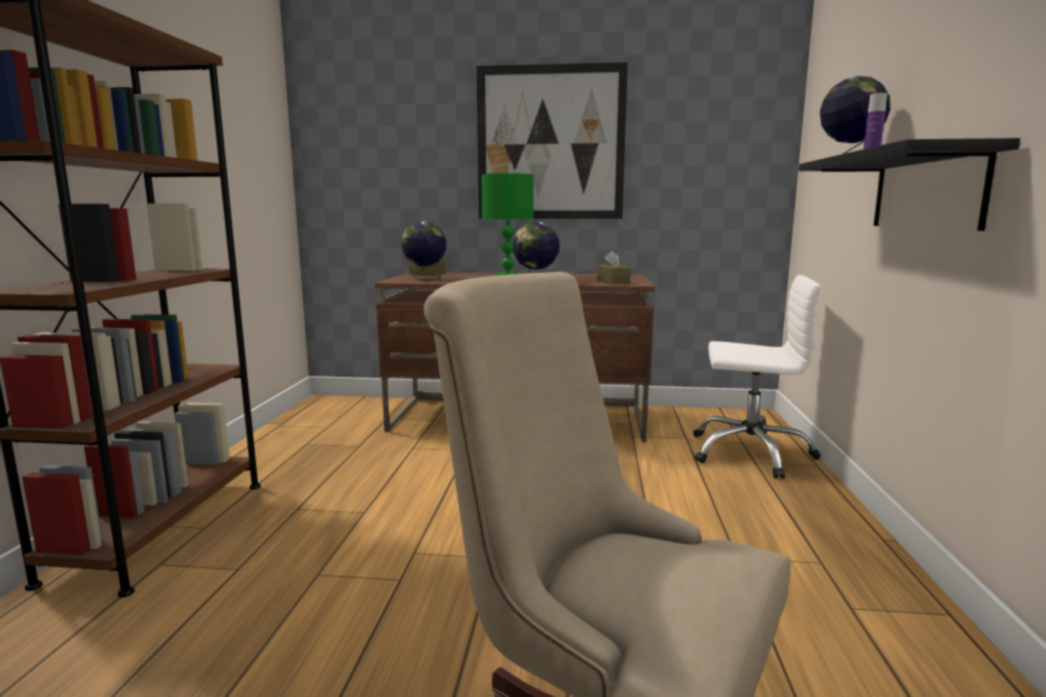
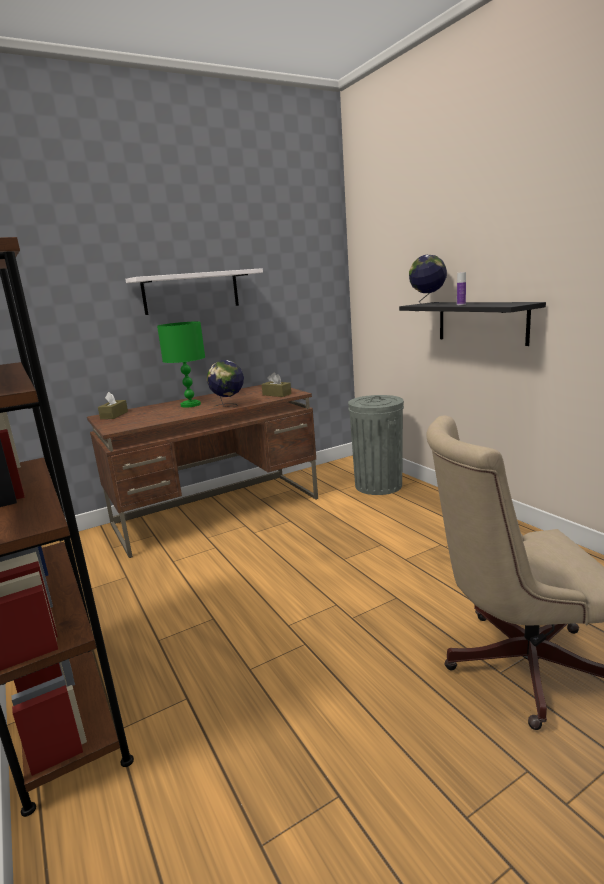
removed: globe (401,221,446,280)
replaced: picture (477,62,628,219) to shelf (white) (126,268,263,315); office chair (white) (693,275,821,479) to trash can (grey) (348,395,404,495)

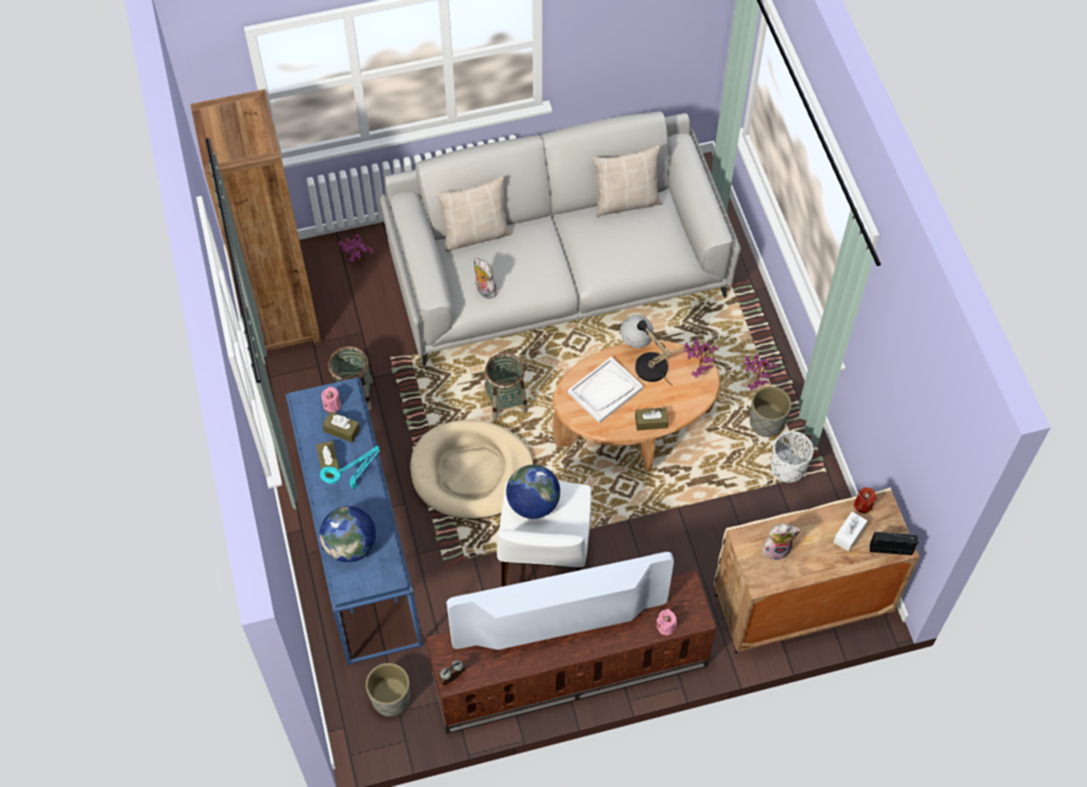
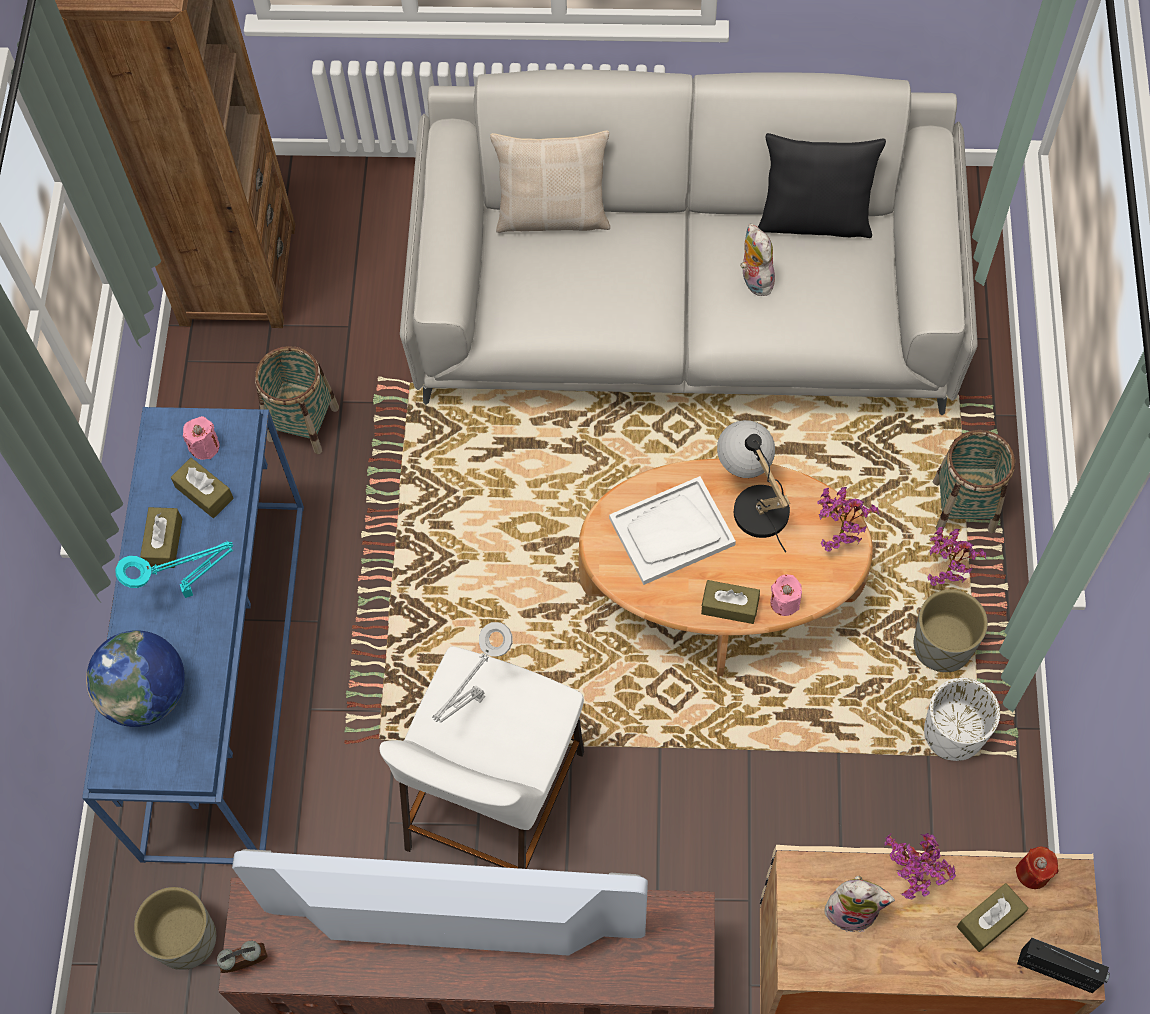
removed: dog bed (beige) (410,420,534,520)
moved: potted plant (339,234,373,261) to (884,832,956,900); plush toy (474,258,497,299) to (740,223,775,296); basket (485,353,528,420) to (933,430,1015,533); candle (pink) (657,609,677,636) to (770,575,802,616)
replaced: globe (506,465,560,519) to table lamp (grey) (432,622,513,723)
recoloured: pillow (beige) (592,146,662,217) to pillow (black) (758,133,886,238); tissue box (white) (833,512,867,551) to tissue box (brown) (957,883,1028,952)

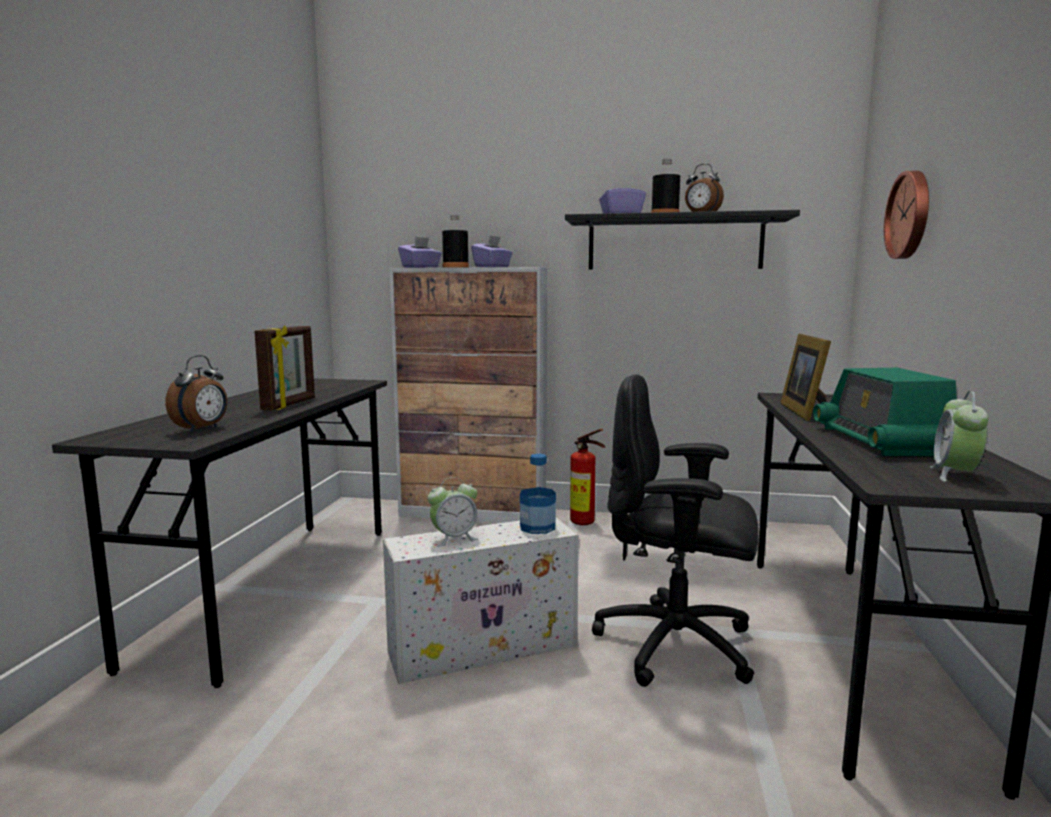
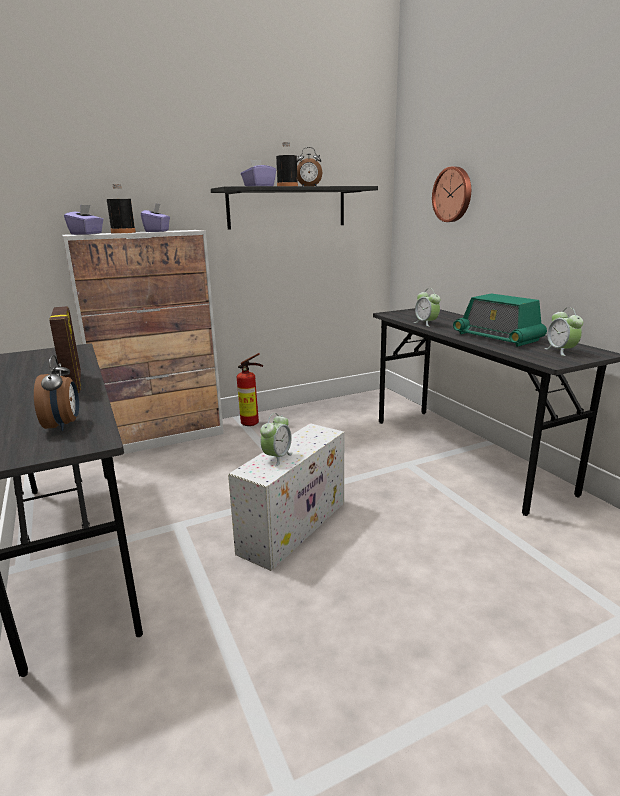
removed: bottle (520,454,556,534); office chair (black) (592,374,759,687)
replaced: picture frame (781,334,831,421) to alarm clock (414,288,441,327)

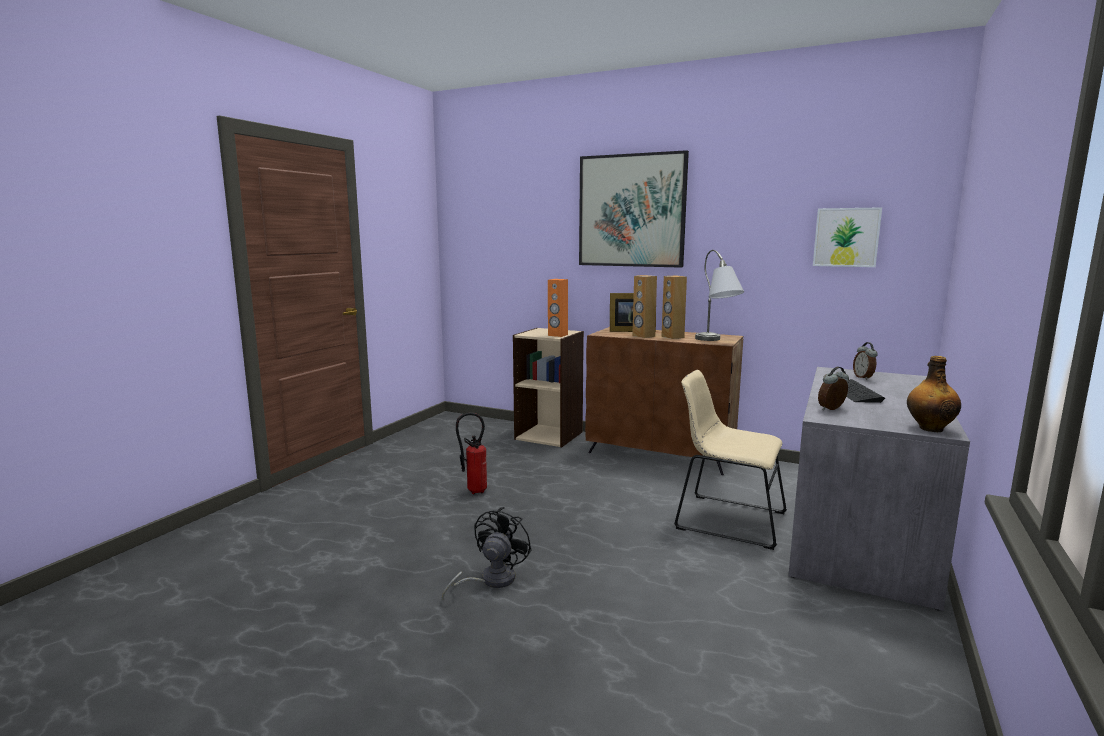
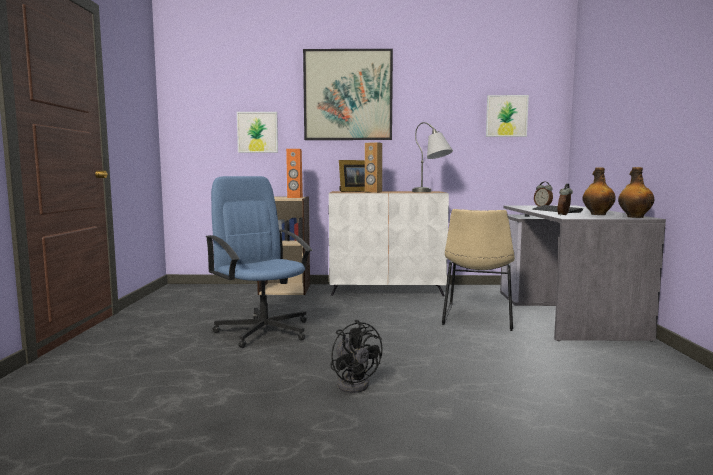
removed: speaker (brown) (661,276,687,339)
added: picture (237,112,278,153); bottle (582,167,616,215)
replaced: fire extinguisher (456,412,487,494) to office chair (blue) (205,176,312,348)
recoloured: cabinet (brown) (585,327,743,475) to cabinet (white) (328,191,449,296)
turned: fan (black) (442,507,532,600) = (330,320,383,393) 150 degrees clockwise; chair (beige) (674,370,787,550) = (442,209,515,331) 75 degrees counterclockwise

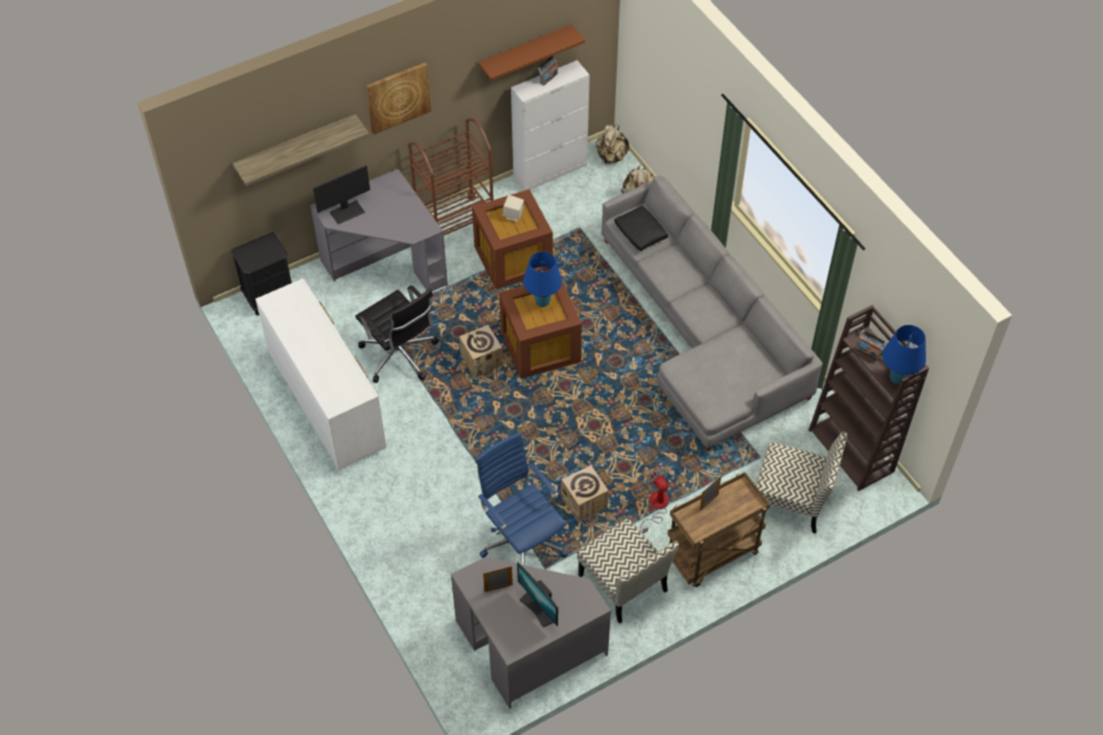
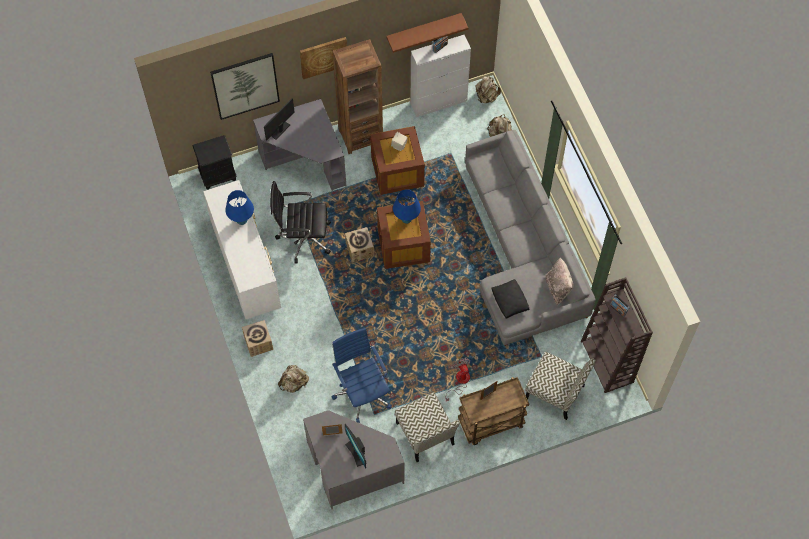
added: backpack (beige) (278,365,309,393); pillow (beige) (545,258,574,305)
moved: cardboard box (561,465,608,522) to (242,320,273,357); pillow (black) (614,206,668,251) to (491,279,529,319); table lamp (blue) (882,325,926,384) to (225,190,254,225)
replaced: shelf (233,114,370,186) to picture (210,53,280,120); cart (brown) (408,118,494,235) to bookcase (brown) (333,39,383,154)
turned: monitor (313,165,370,224) = (264,98,295,140) 150 degrees clockwise; office chair (black) (355,285,439,383) = (270,181,331,263) 120 degrees clockwise

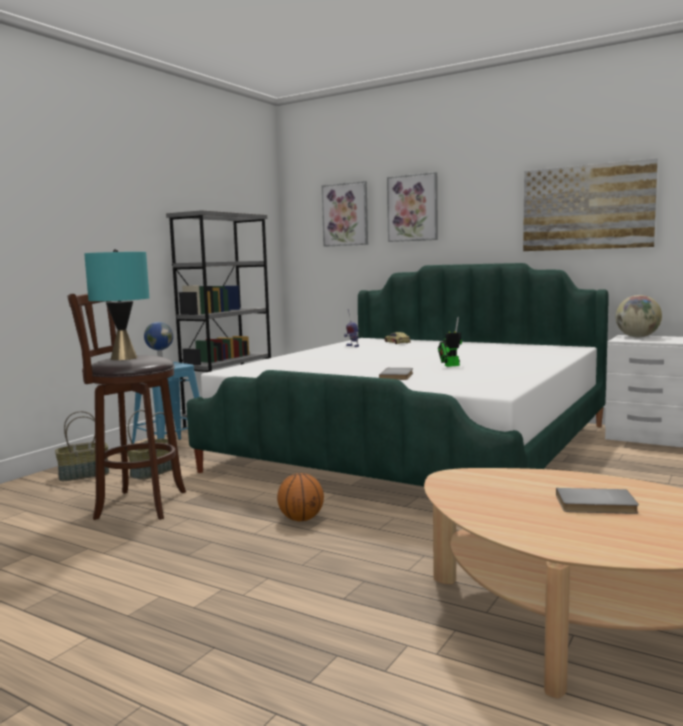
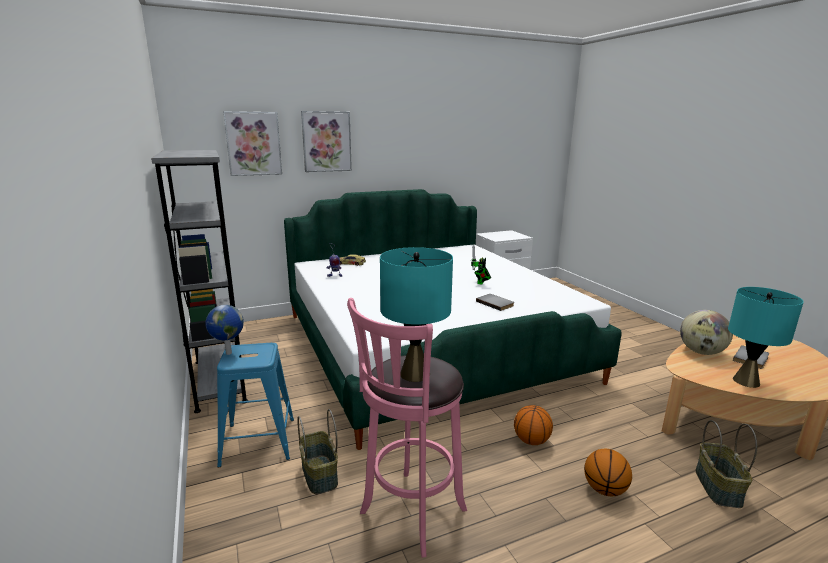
removed: picture (523,158,658,251)
added: basketball (584,449,632,496); table lamp (turquoise) (728,287,804,388)
moved: basket (55,411,109,481) to (695,420,757,508); globe (616,295,662,337) to (680,310,733,355)
recoloured: stool (brown) (67,294,186,520) to stool (pink) (347,298,467,558)

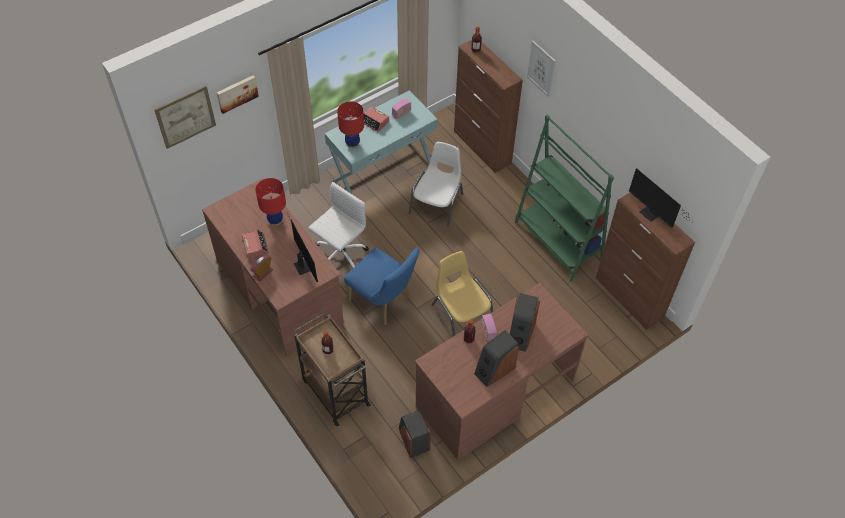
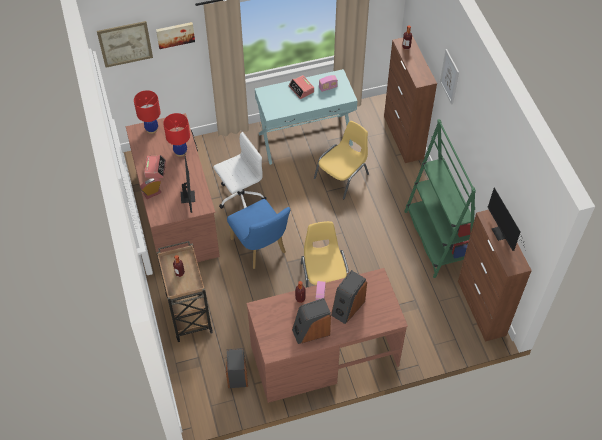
moved: table lamp (red) (337,101,364,148) to (134,90,161,134)
recoloured: chair (white) (409,142,463,227) to chair (yellow) (314,121,369,199)

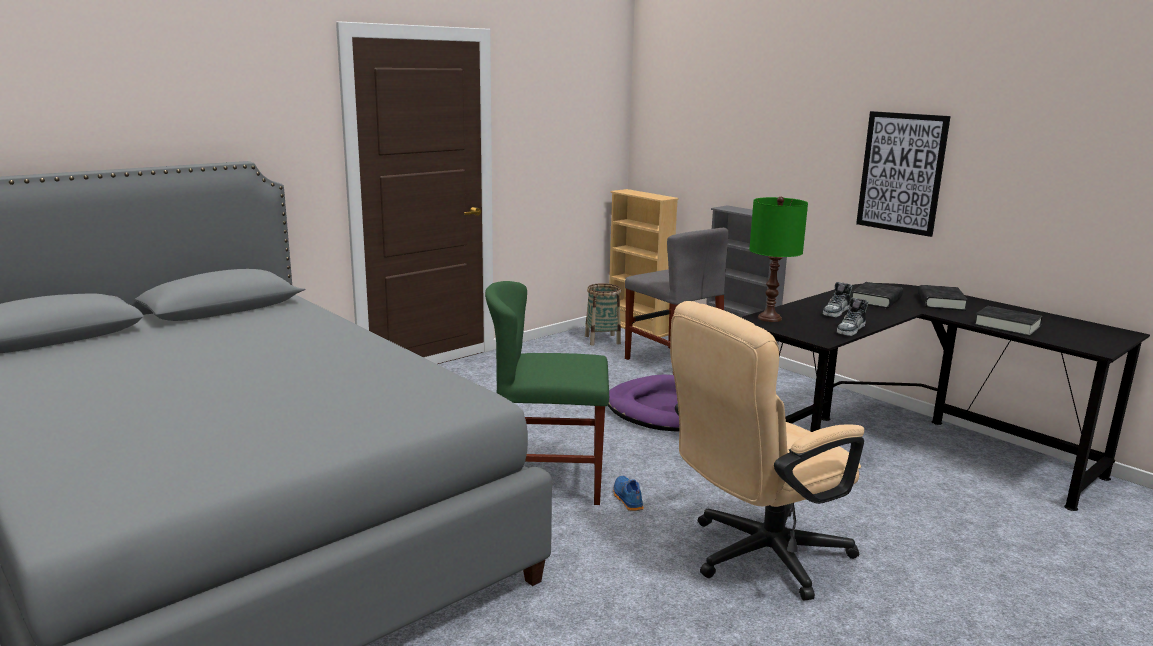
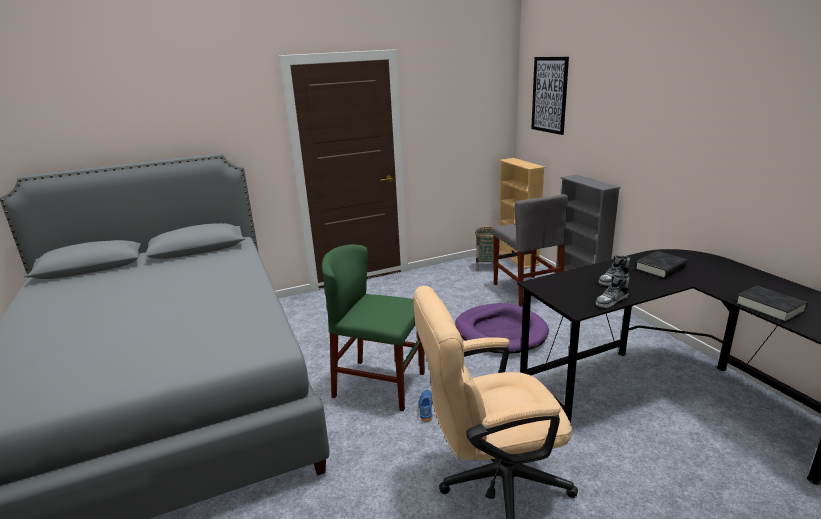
removed: table lamp (green) (749,197,808,322); book (black) (918,285,968,311)
moved: picture (856,111,951,237) to (531,57,569,135)

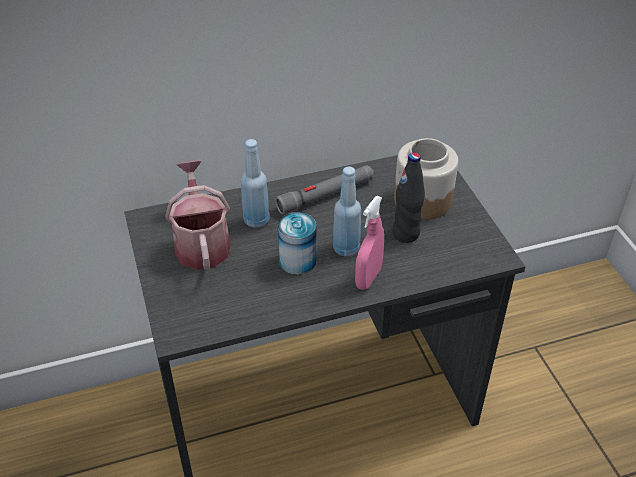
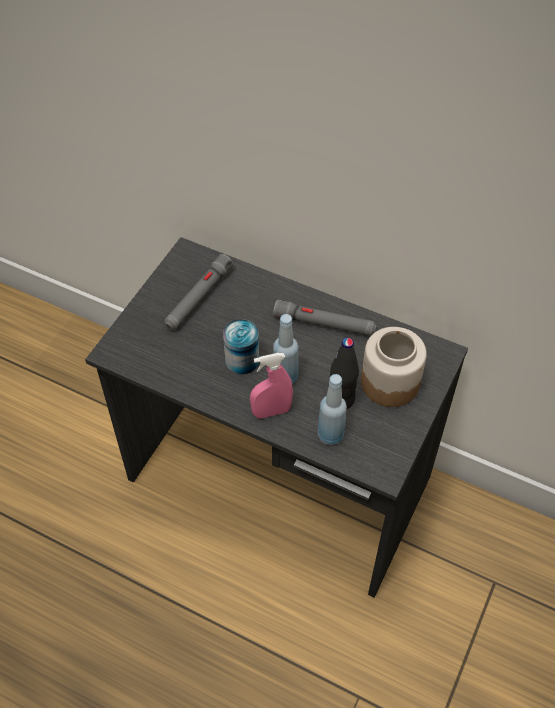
moved: bottle (blue) (241,139,269,228) to (318,374,347,445)
replaced: watering can (165,160,231,270) to flashlight (grey) (164,254,233,330)

